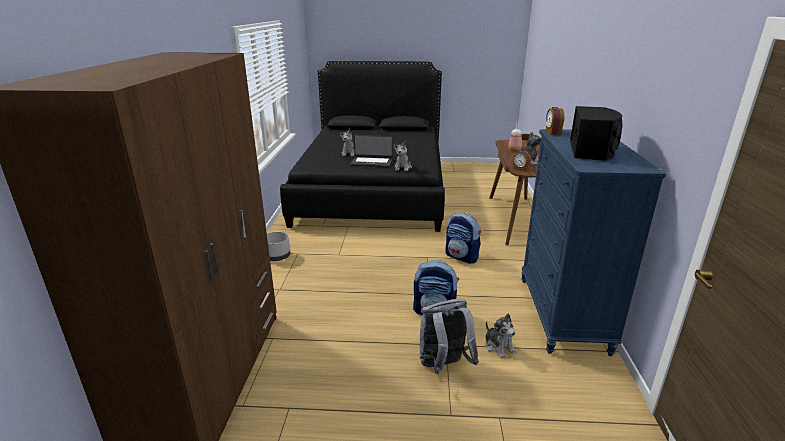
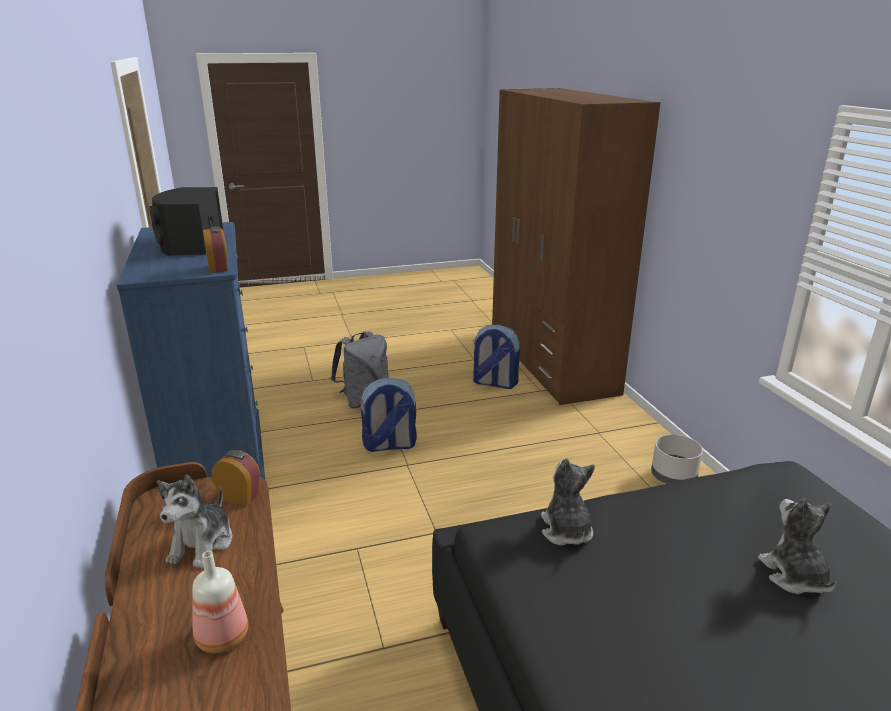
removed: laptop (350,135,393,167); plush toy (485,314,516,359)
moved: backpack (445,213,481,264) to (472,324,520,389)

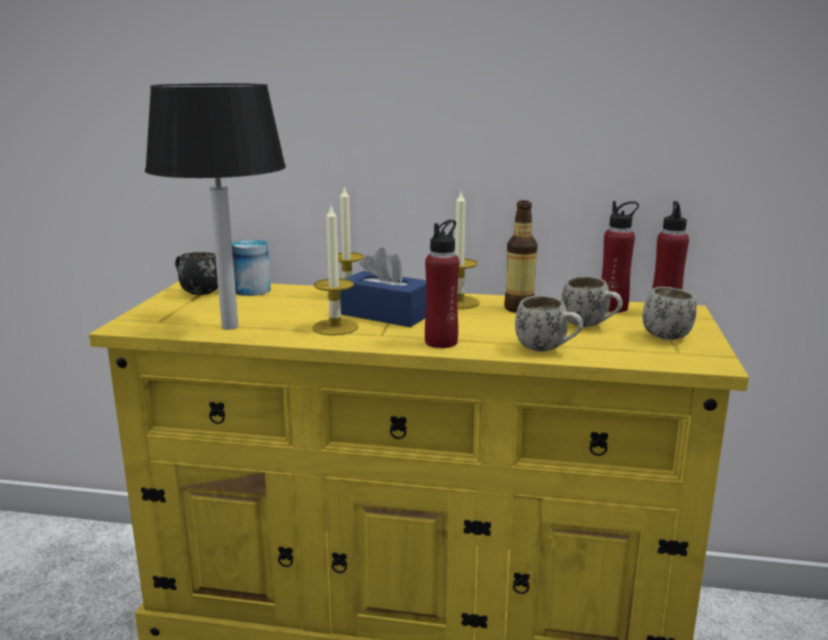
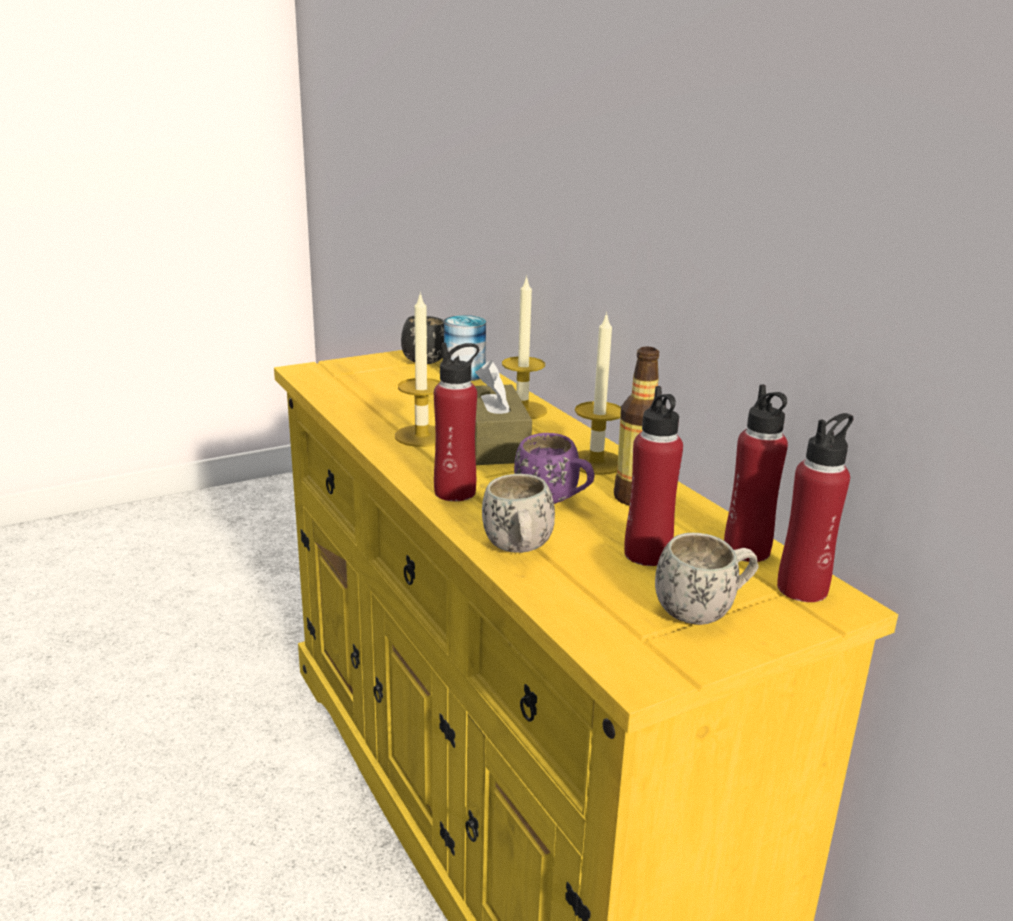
removed: table lamp (black) (145,83,286,330)
added: mug (purple) (514,433,595,504)
replaced: mug (white) (561,276,623,327) to bottle (red) (624,386,683,566)
recoloured: tissue box (blue) (340,247,426,327) to tissue box (brown) (474,360,532,465)

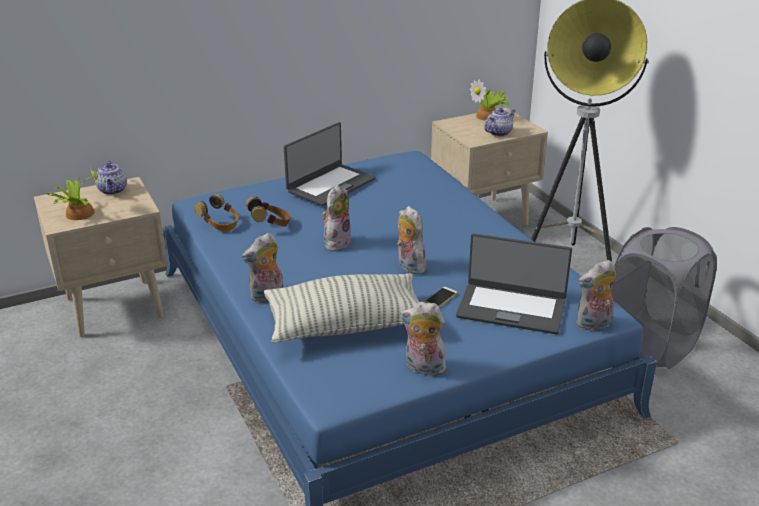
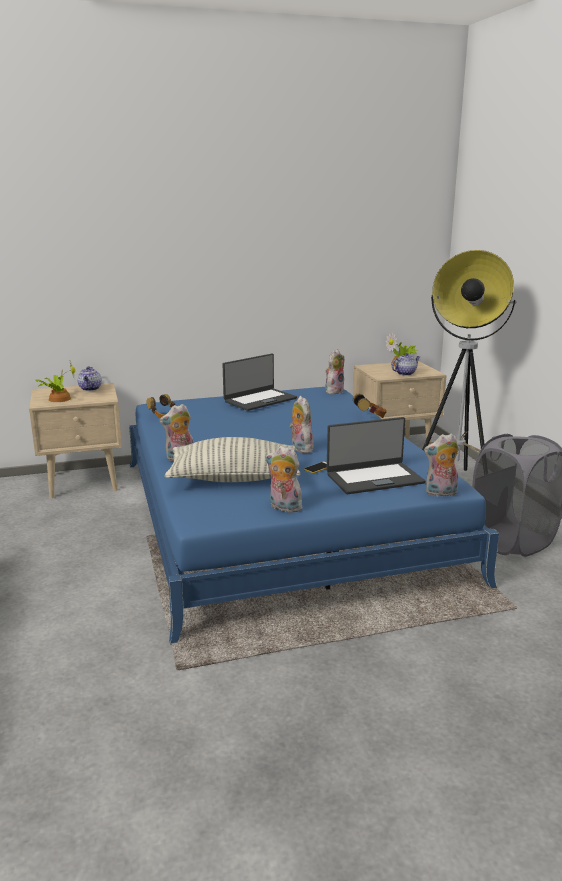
moved: headphones (246,197,291,227) to (353,393,387,418); plush toy (322,185,352,251) to (325,349,344,394)
turned: laptop (456,233,572,334) = (326,417,425,494) 45 degrees counterclockwise

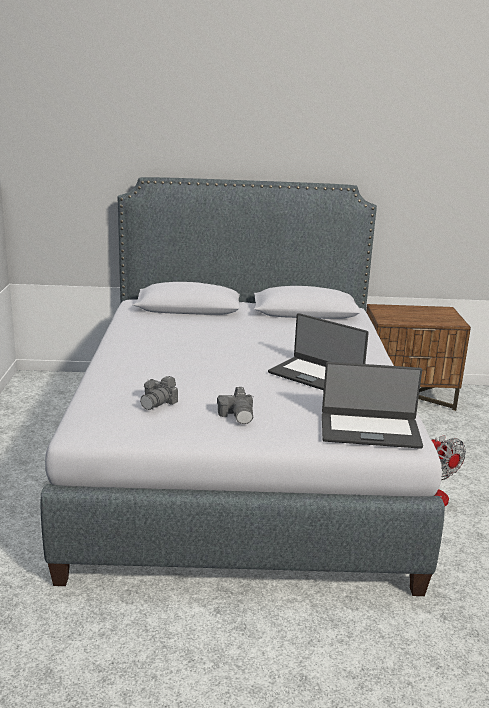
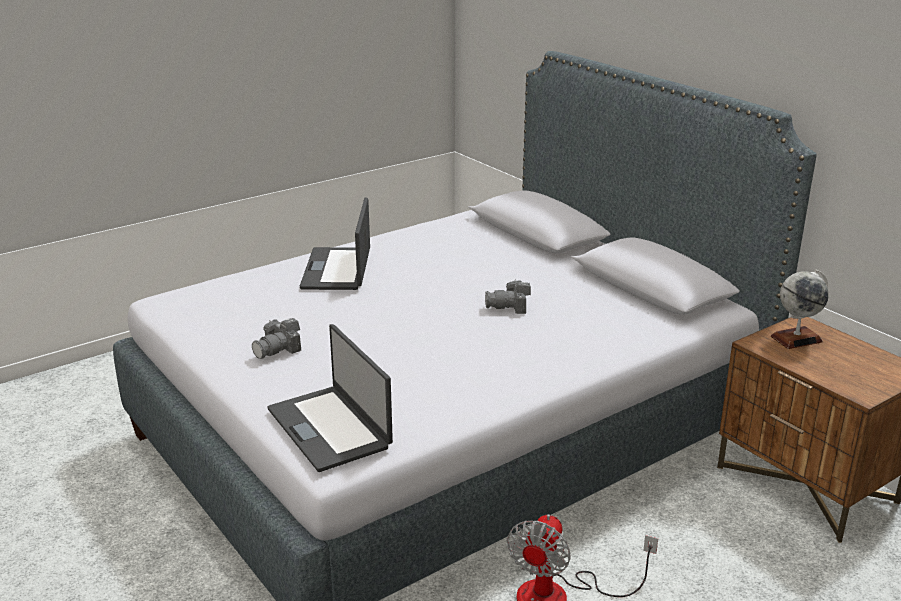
added: globe (771,269,829,349)
moved: photo camera (140,376,178,410) to (485,280,531,314); laptop (268,313,369,390) to (300,198,370,290)

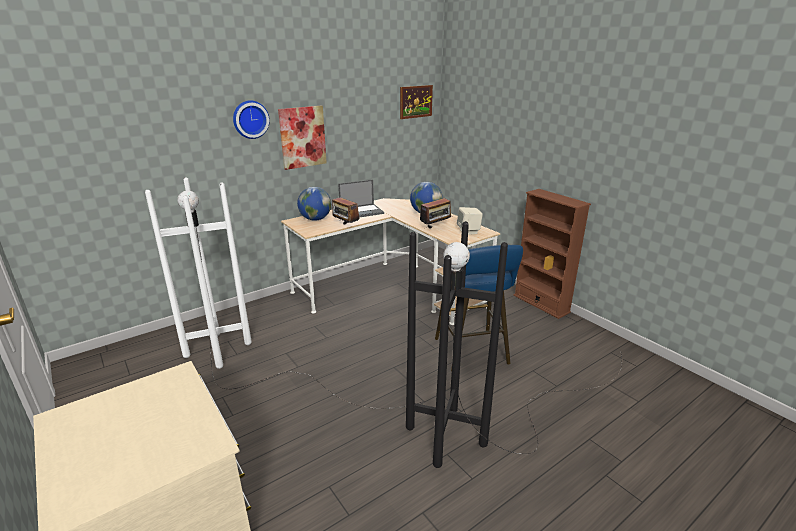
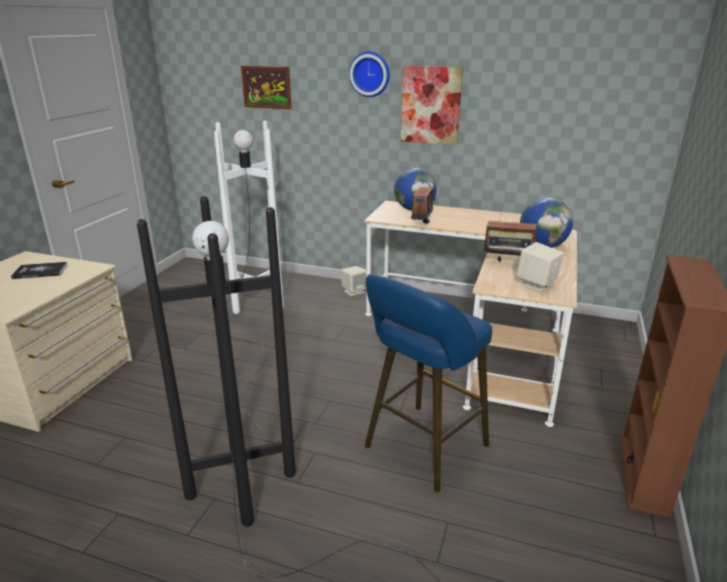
removed: laptop (338,180,384,217)
added: book (11,262,68,279); speaker (beige) (341,266,367,296)
moved: picture (400,85,433,119) to (241,66,291,110)

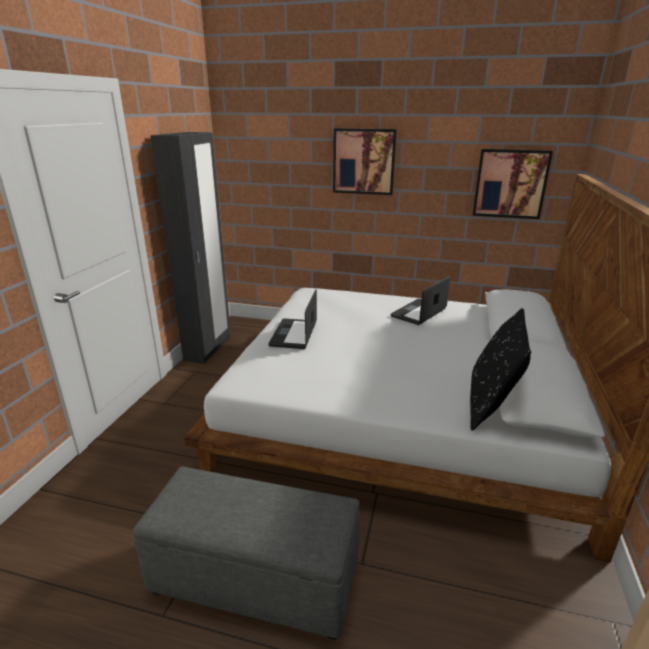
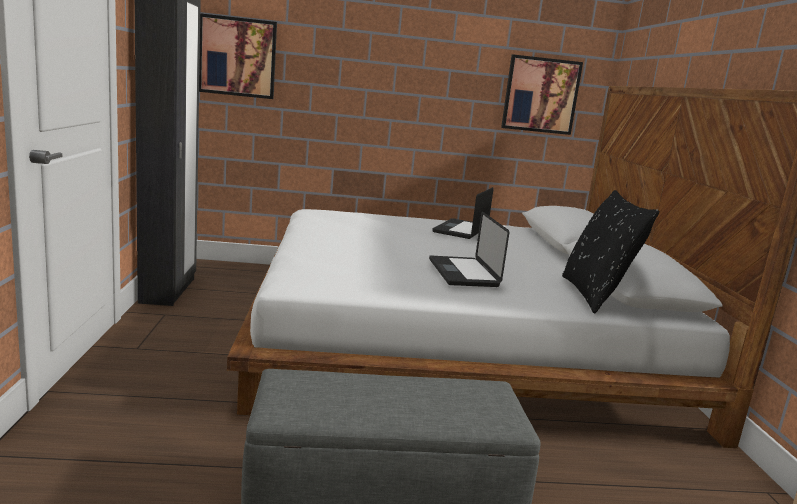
moved: laptop (269,289,317,349) to (429,211,509,287); picture (333,128,397,195) to (199,13,277,99)

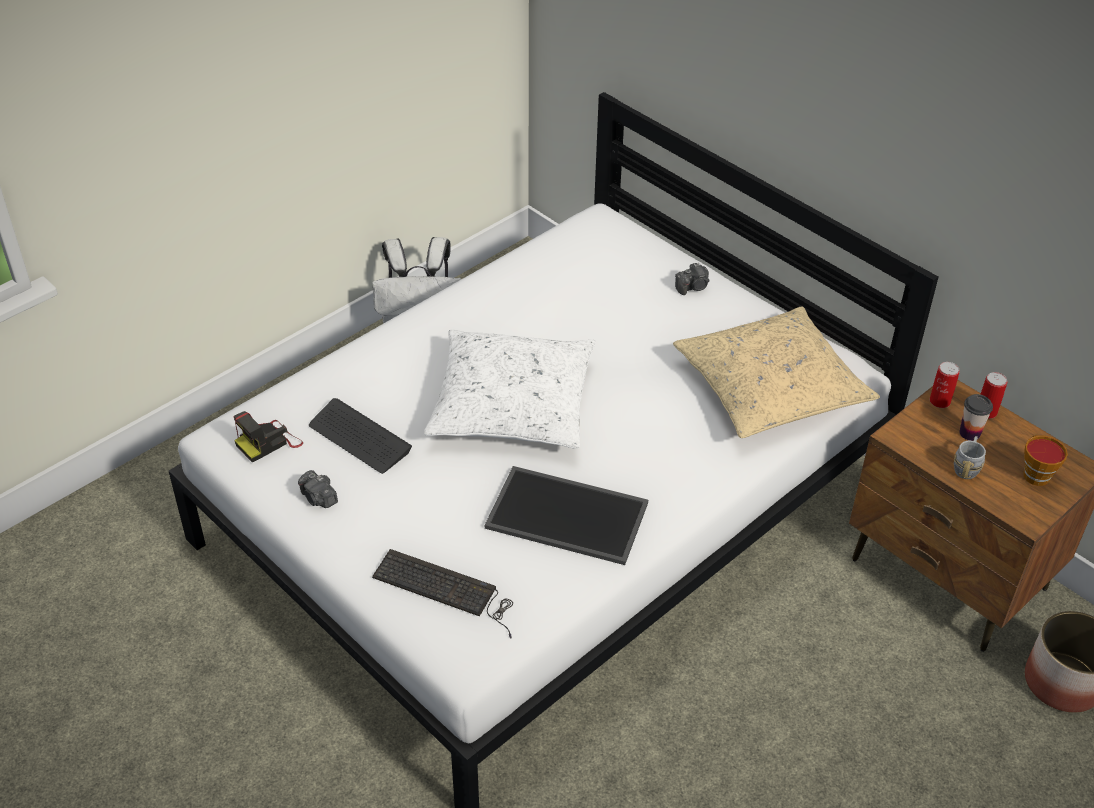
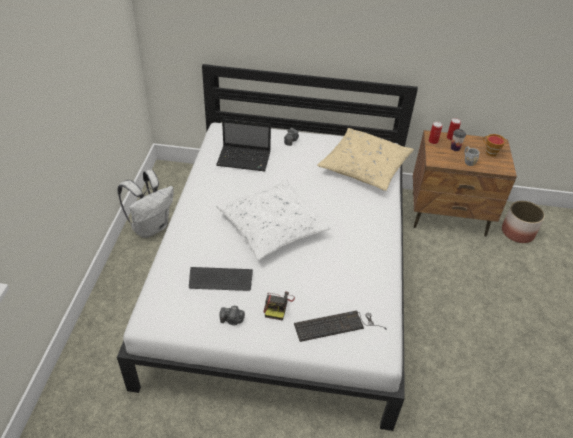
removed: tray (485,466,648,565)
added: laptop (216,118,271,171)
moved: photo camera (234,411,303,462) to (263,291,295,321)

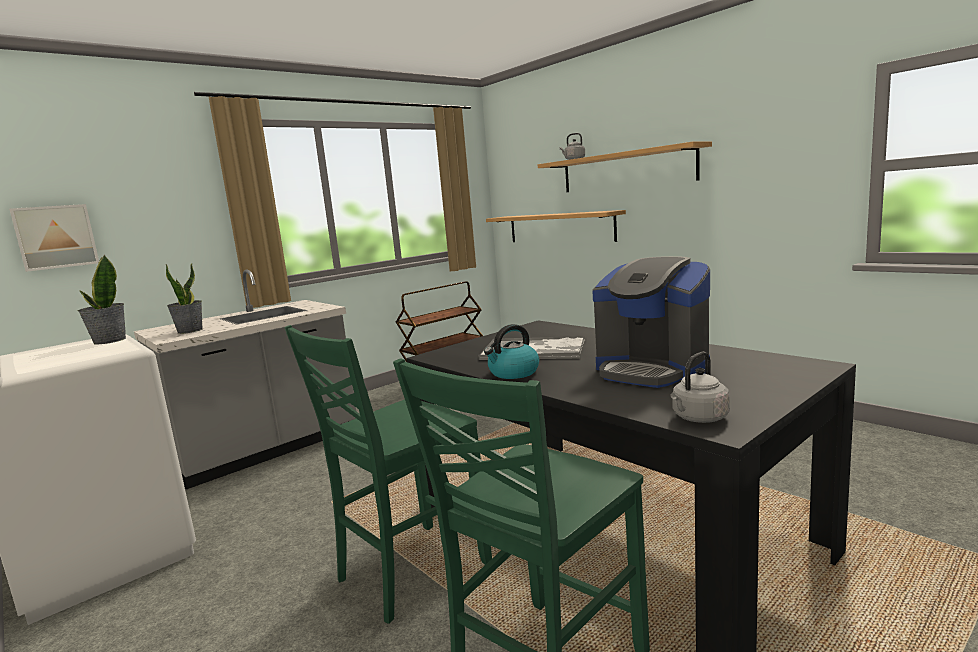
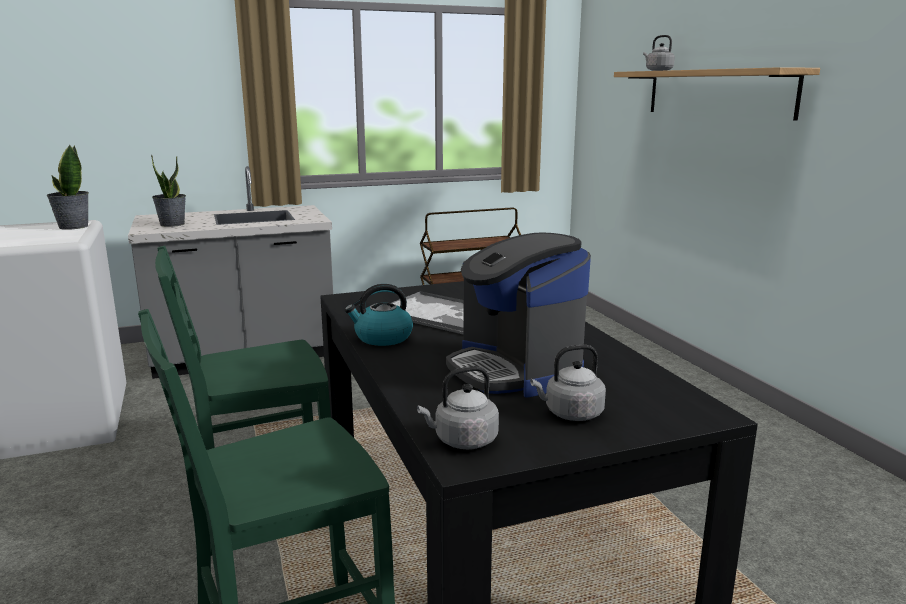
removed: picture (9,204,99,272); shelf (486,210,626,242)
added: kettle (grey) (530,345,606,421)

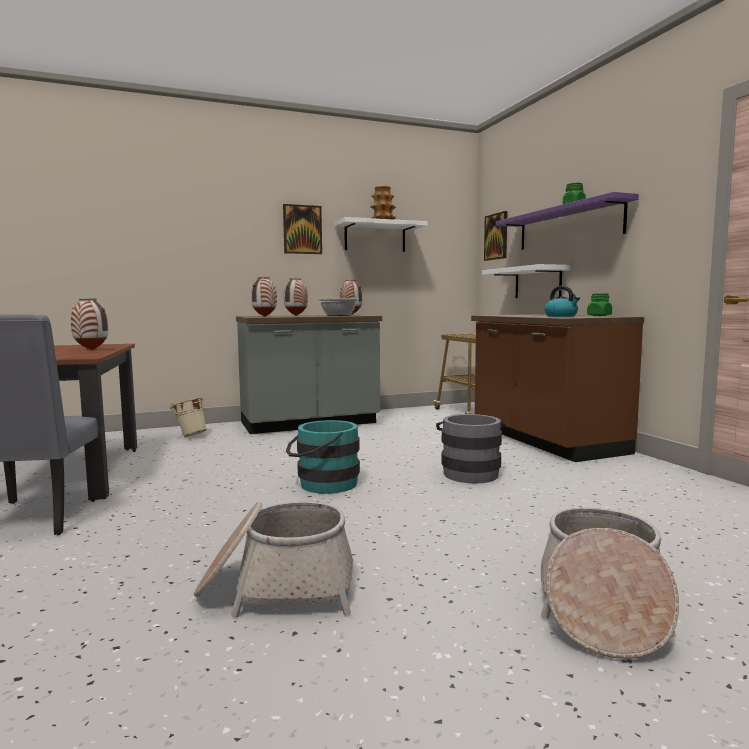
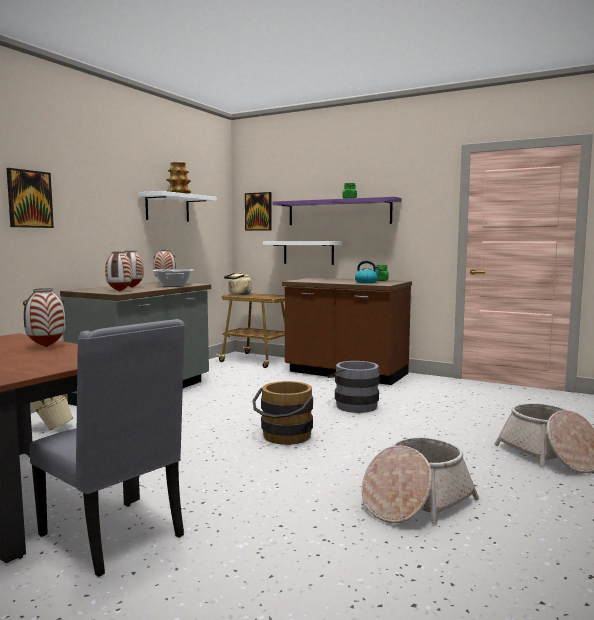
added: kettle (beige) (224,272,251,295)
moved: picture (283,204,322,254) to (7,168,54,228)
recoloured: bucket (turquoise) (286,420,360,494) to bucket (brown) (252,381,313,445)

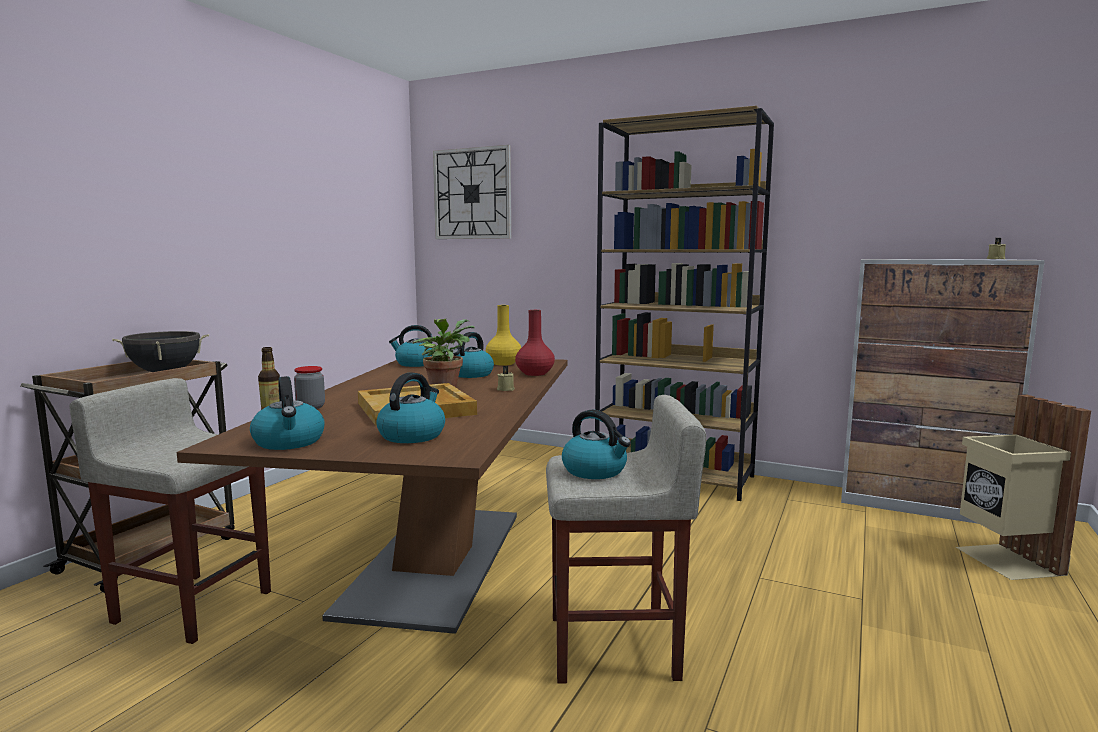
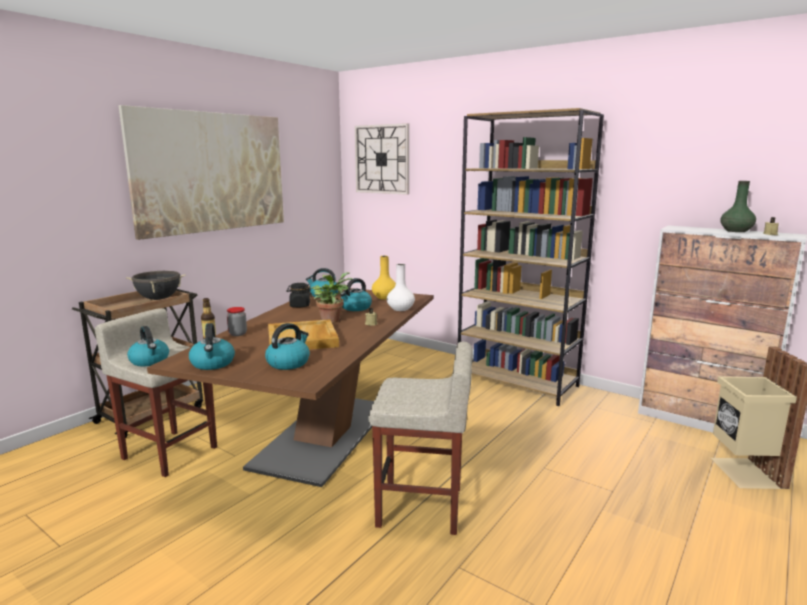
added: picture (119,105,284,240); jar (black) (286,283,312,308); vase (green) (720,181,756,232)
moved: kettle (562,410,631,479) to (127,326,169,366)
recoloured: vase (red) (515,310,555,376) to vase (white) (387,264,415,311)

